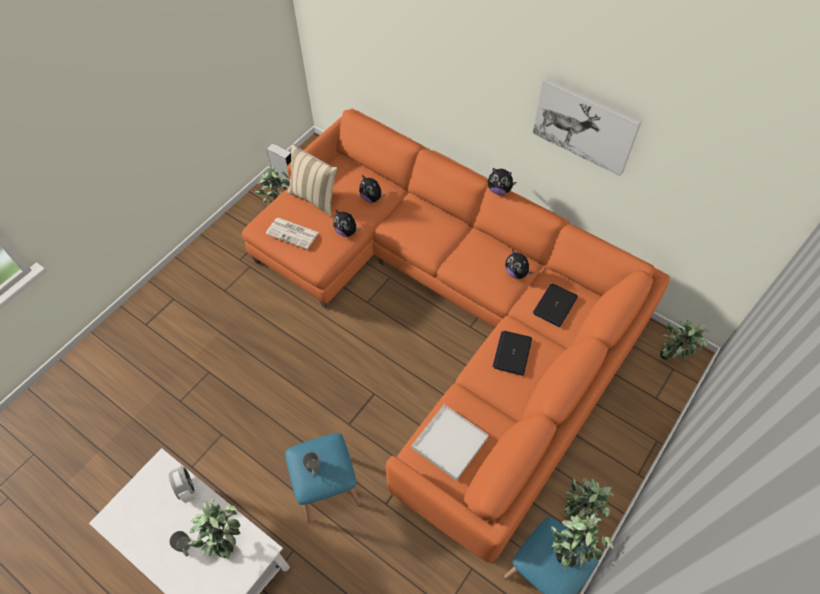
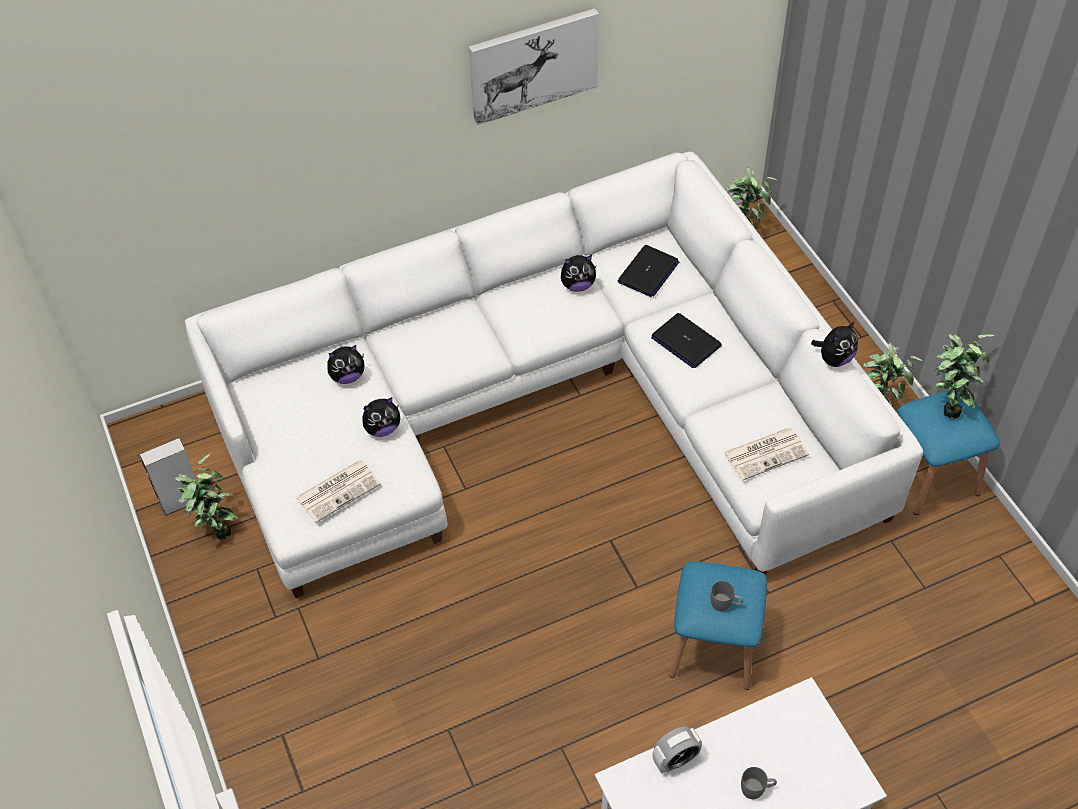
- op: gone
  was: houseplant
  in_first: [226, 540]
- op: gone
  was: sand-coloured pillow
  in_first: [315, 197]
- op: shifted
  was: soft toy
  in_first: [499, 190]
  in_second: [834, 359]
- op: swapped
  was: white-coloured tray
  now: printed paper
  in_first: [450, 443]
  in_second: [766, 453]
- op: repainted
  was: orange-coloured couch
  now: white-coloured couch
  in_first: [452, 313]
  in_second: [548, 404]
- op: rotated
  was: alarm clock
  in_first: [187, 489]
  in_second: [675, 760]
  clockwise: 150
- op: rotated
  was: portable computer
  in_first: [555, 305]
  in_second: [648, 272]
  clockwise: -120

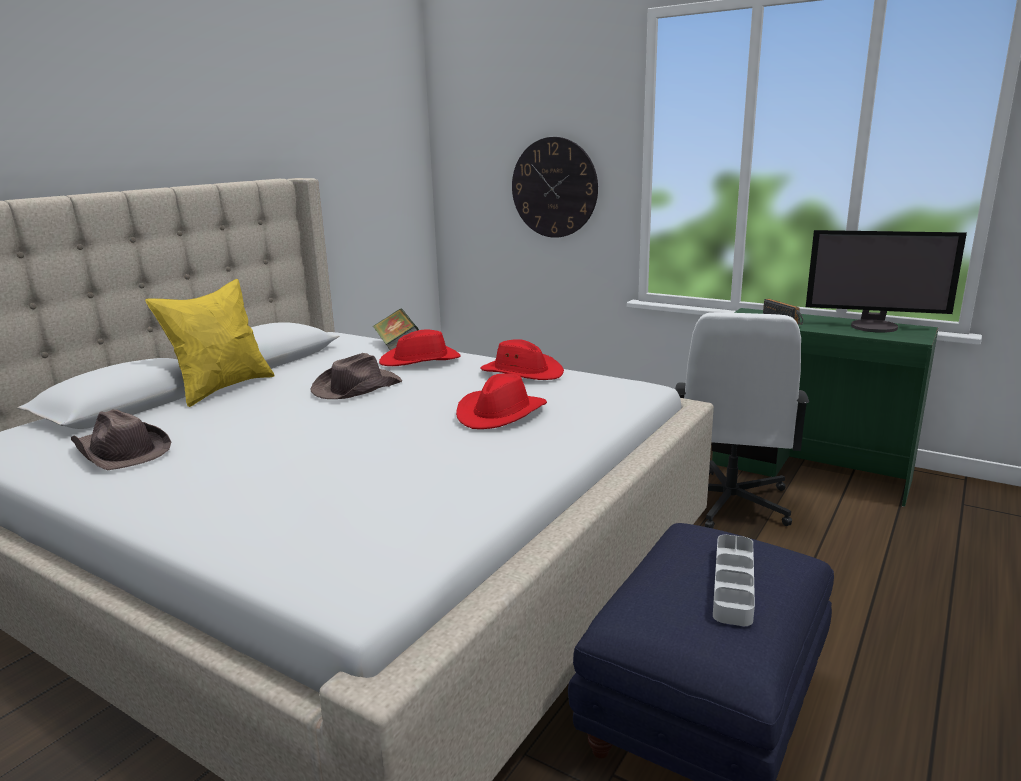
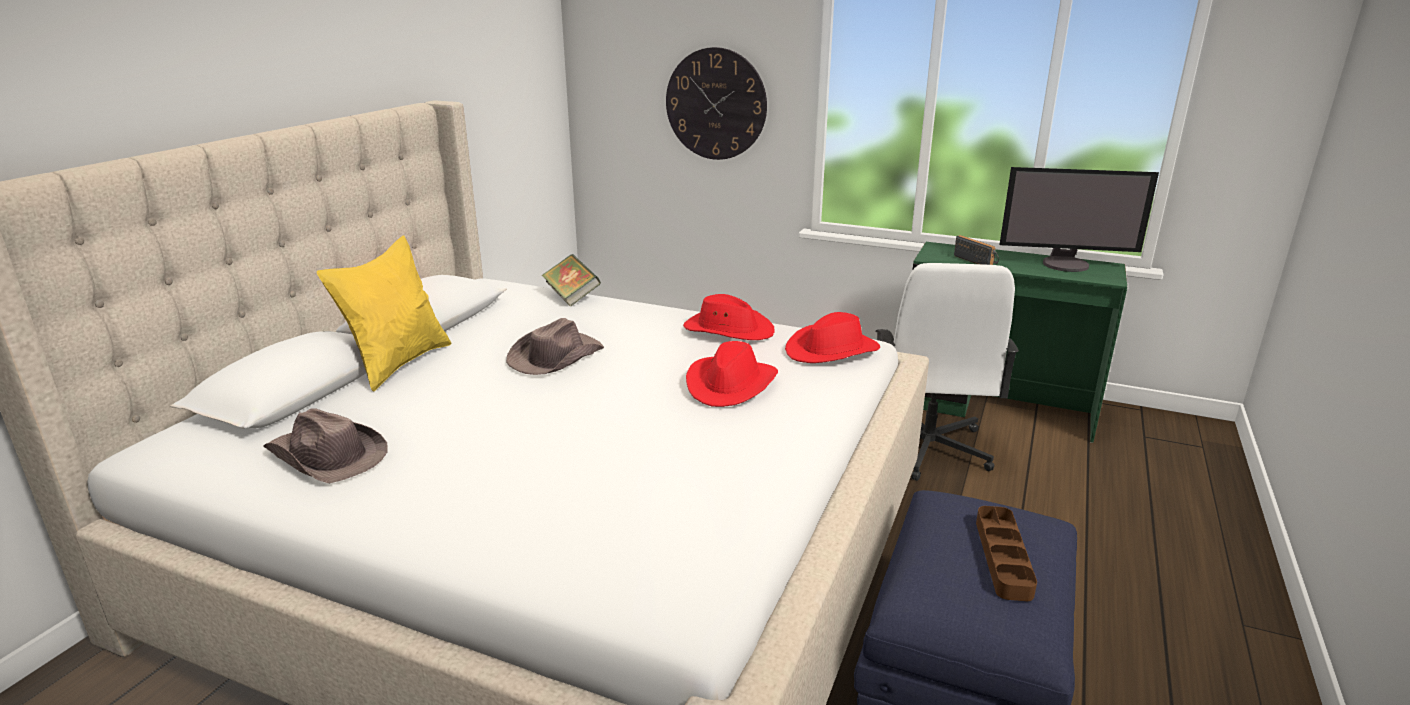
- op: shifted
  was: red wearable hat
  in_first: [421, 360]
  in_second: [832, 350]
- op: repainted
  was: gray tray
  now: brown tray
  in_first: [733, 584]
  in_second: [1003, 557]

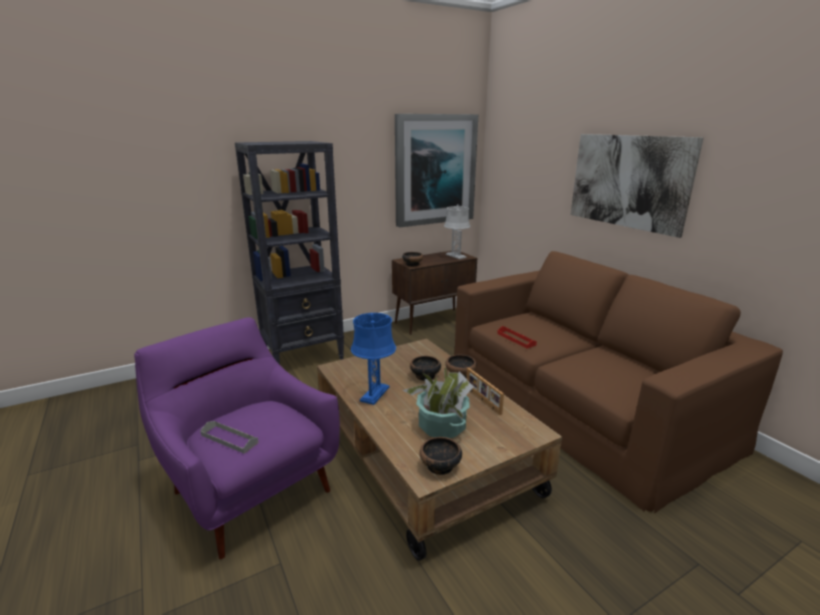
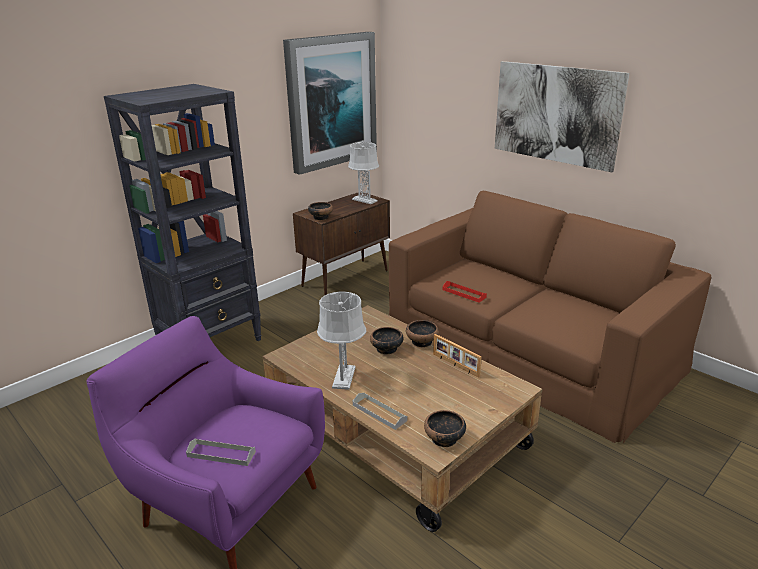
- op: gone
  was: houseplant
  in_first: [442, 426]
- op: new
  now: gray tray
  in_second: [379, 413]
- op: repainted
  was: blue table lamp
  now: gray table lamp
  in_first: [375, 393]
  in_second: [344, 377]

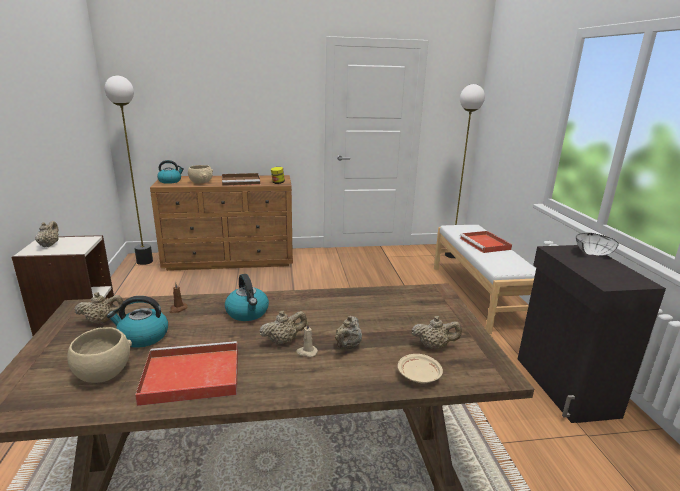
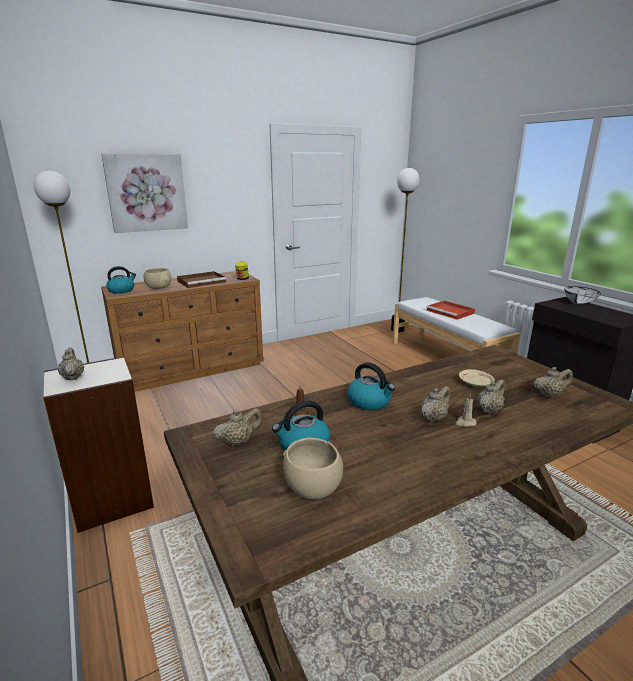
- op: gone
  was: red tray
  in_first: [189, 376]
- op: new
  now: wall art
  in_second: [146, 193]
- op: shifted
  was: sand-coloured flat dish
  in_first: [419, 375]
  in_second: [475, 383]
- op: rotated
  was: sand-coloured teapot
  in_first: [347, 346]
  in_second: [489, 410]
  clockwise: -135

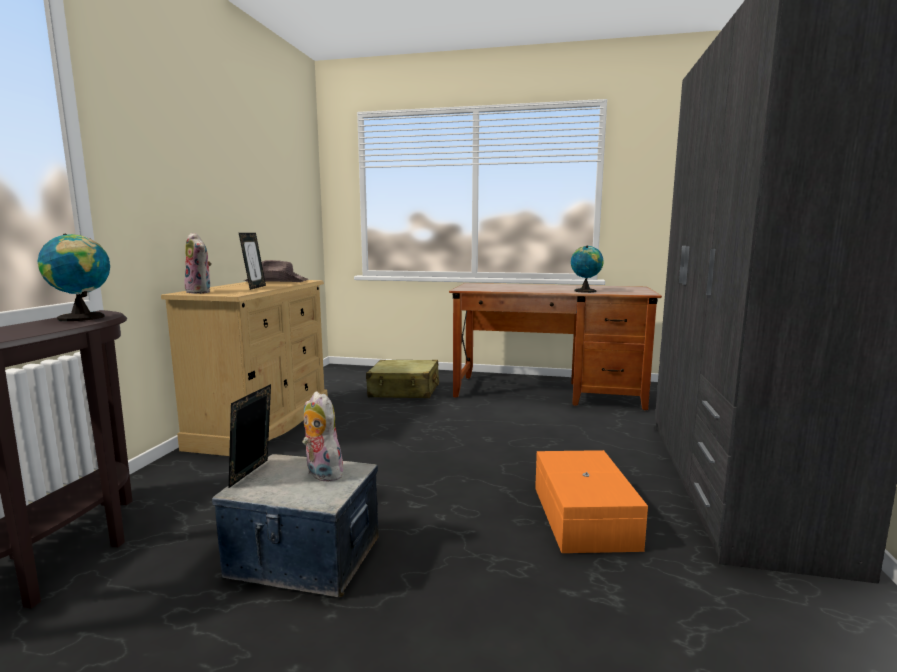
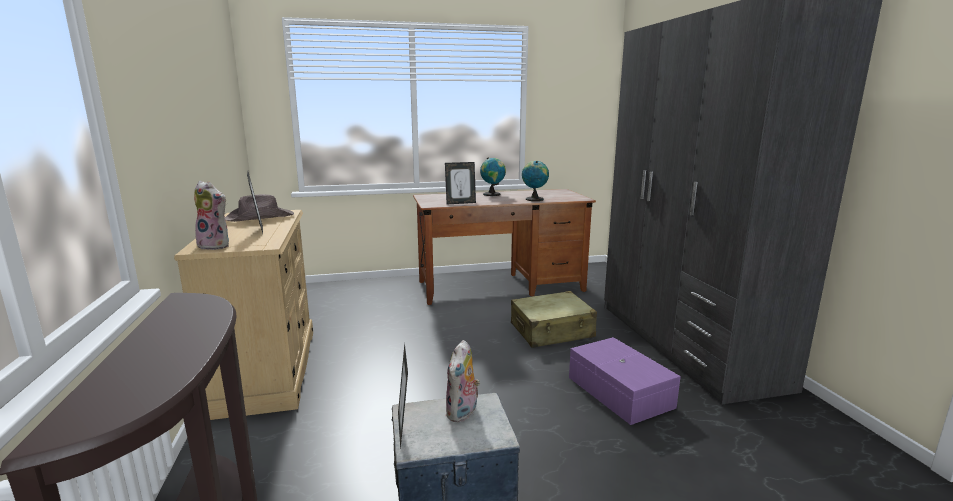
- op: new
  now: photo frame
  in_second: [460, 203]
- op: shifted
  was: desk globe
  in_first: [83, 318]
  in_second: [493, 194]
- op: shifted
  was: sand-coloured piece of luggage
  in_first: [404, 391]
  in_second: [552, 331]
- op: repainted
  was: orange-coloured storage container
  now: purplish storage container
  in_first: [582, 517]
  in_second: [619, 393]
- op: rotated
  was: soft toy
  in_first: [321, 473]
  in_second: [463, 413]
  clockwise: -90

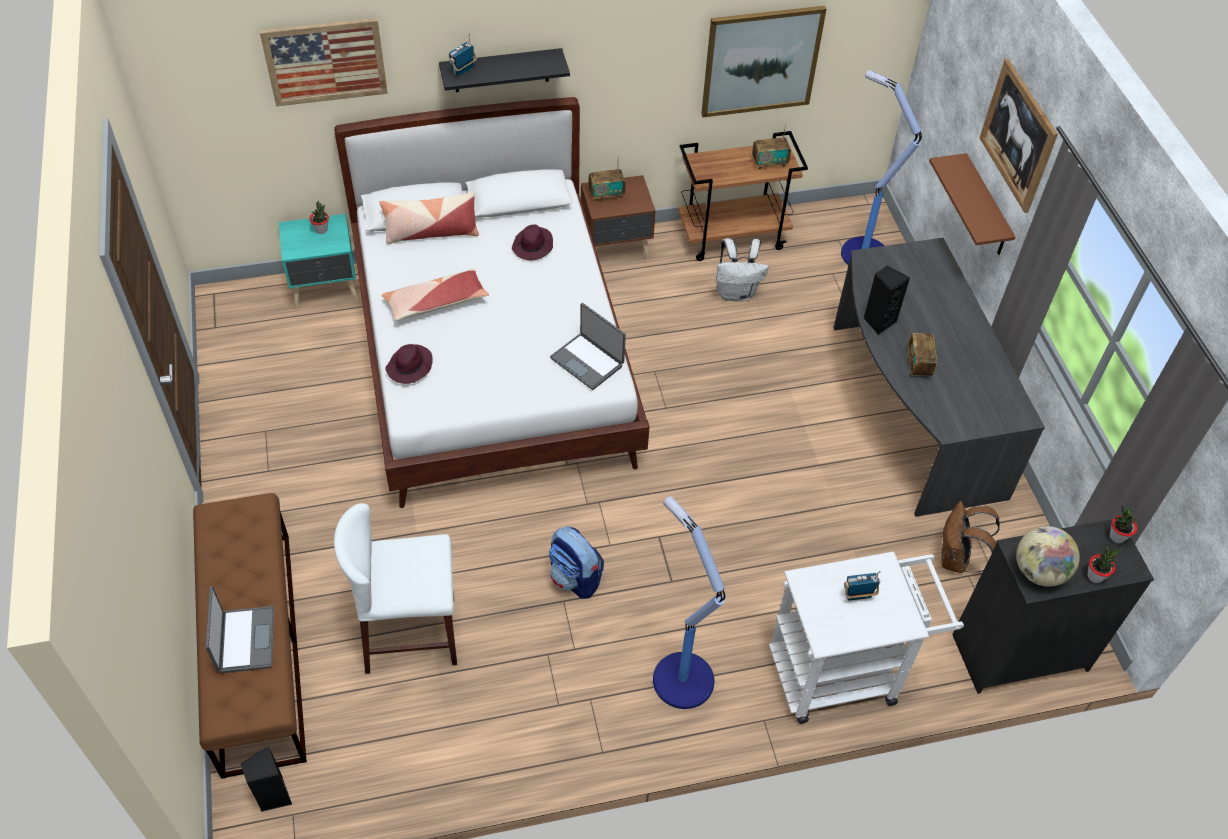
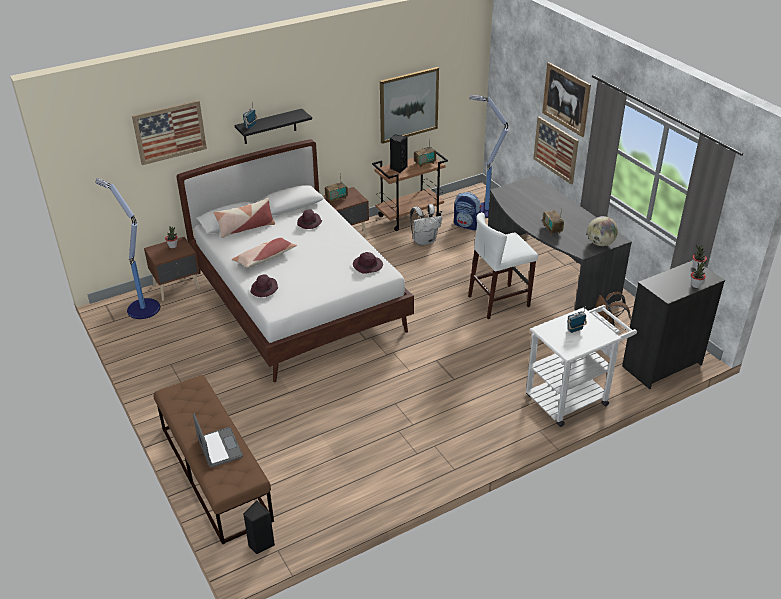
- op: shifted
  was: white-coloured sitting stool
  in_first: [411, 635]
  in_second: [499, 301]
- op: shifted
  was: backpack
  in_first: [575, 578]
  in_second: [467, 225]
- op: shifted
  was: standing lamp
  in_first: [681, 678]
  in_second: [142, 308]
- op: shifted
  was: blackish loudspeaker
  in_first: [878, 321]
  in_second: [398, 168]
- op: shifted
  was: desk globe
  in_first: [1038, 572]
  in_second: [600, 243]
- op: swapped
  was: portable computer
  now: purplish wearable hat
  in_first: [588, 361]
  in_second: [368, 266]
- op: swapped
  was: brown shelf
  now: wall art
  in_first: [985, 207]
  in_second: [556, 149]
- op: repainted
  was: turquoise-coloured night table
  now: brown night table
  in_first: [326, 288]
  in_second: [177, 288]

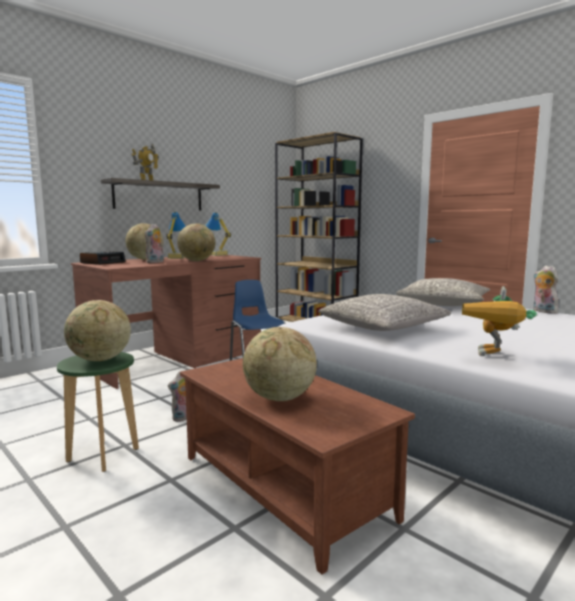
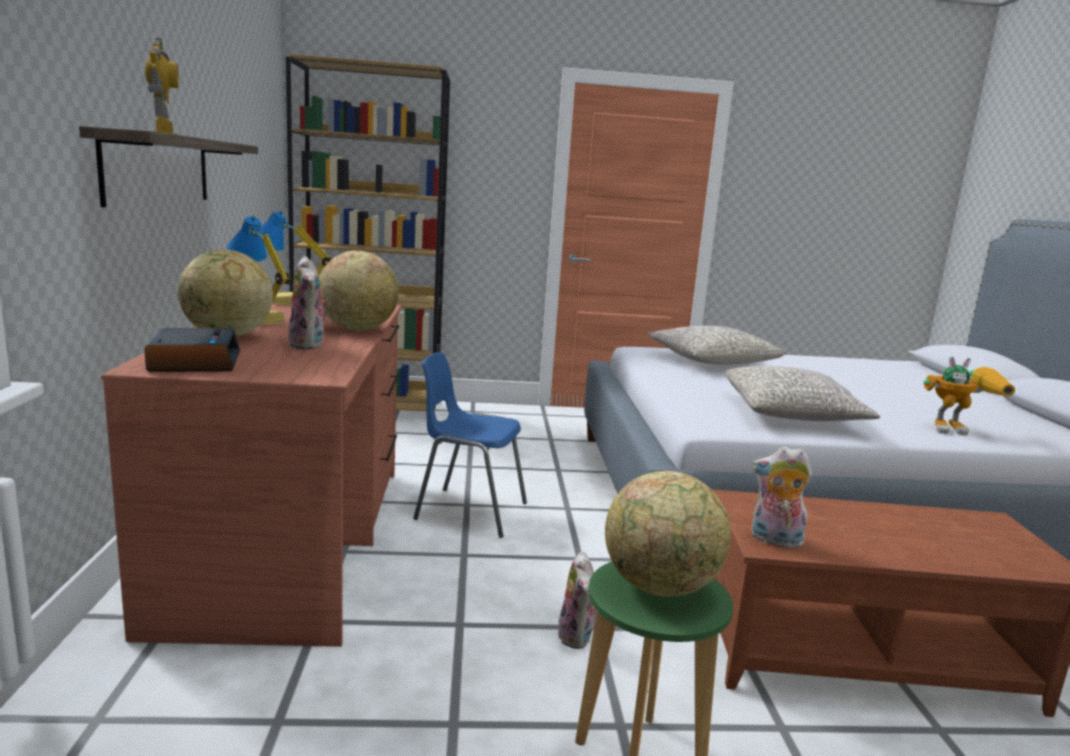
- op: gone
  was: desk globe
  in_first: [279, 398]
- op: shifted
  was: soft toy
  in_first: [543, 311]
  in_second: [774, 541]
- op: rotated
  was: robot figure
  in_first: [495, 357]
  in_second: [958, 430]
  clockwise: -60

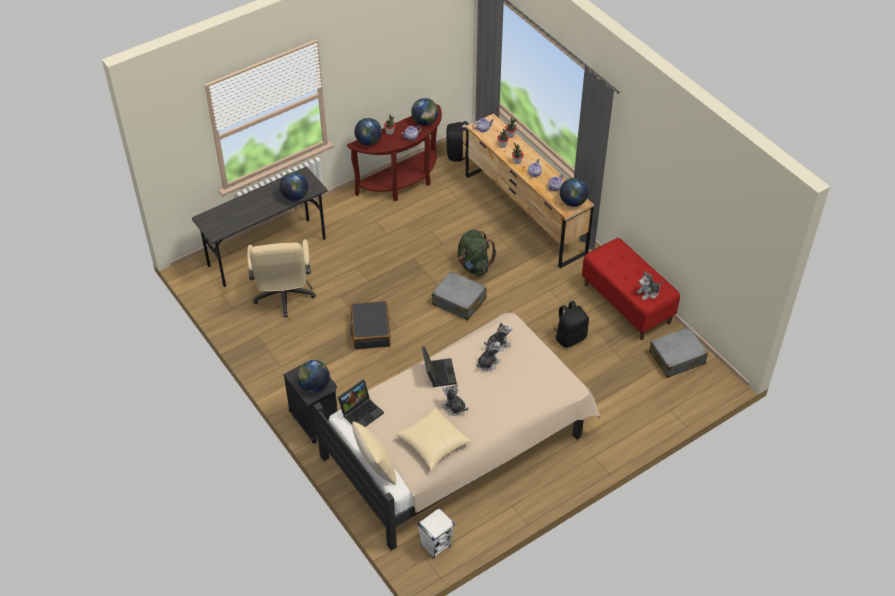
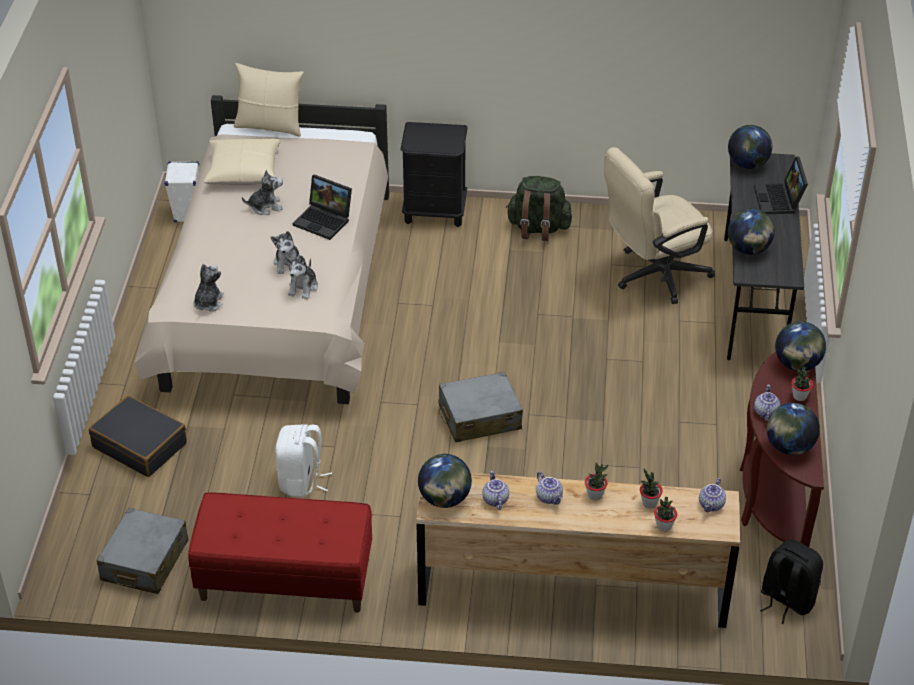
- op: shifted
  was: desk globe
  in_first: [314, 386]
  in_second: [748, 164]
- op: shifted
  was: portable computer
  in_first: [361, 412]
  in_second: [779, 200]
- op: shifted
  was: blackish piece of luggage
  in_first: [370, 330]
  in_second: [140, 445]
- op: shifted
  was: greenish backpack
  in_first: [474, 265]
  in_second: [538, 228]
- op: shifted
  was: soft toy
  in_first: [648, 293]
  in_second: [208, 302]
- op: repainted
  was: blackish backpack
  now: white-coloured backpack
  in_first: [570, 337]
  in_second: [301, 481]
- op: rotated
  was: sand-coloured computer chair
  in_first: [284, 298]
  in_second: [653, 276]
  clockwise: -60

